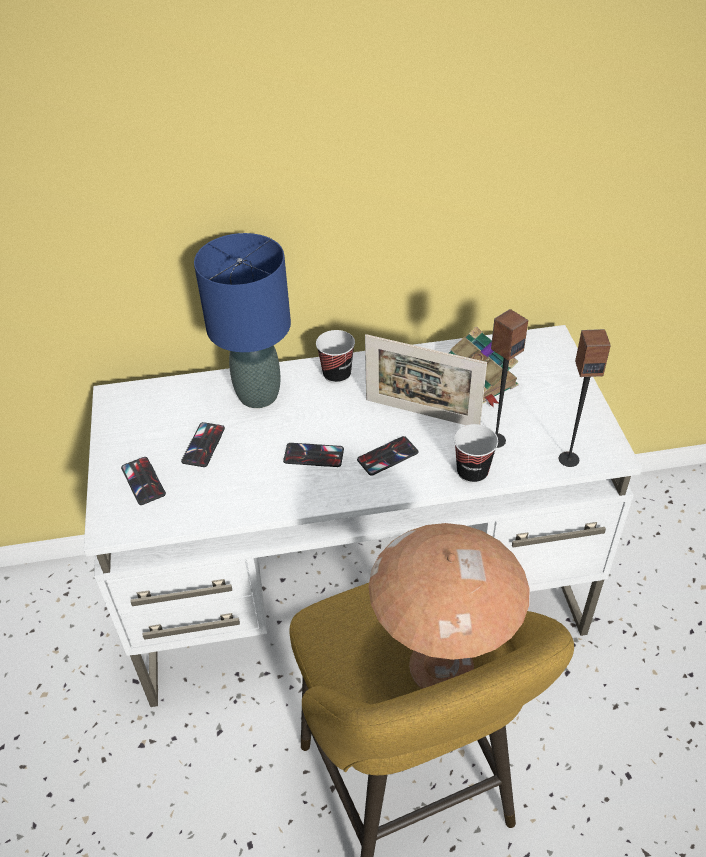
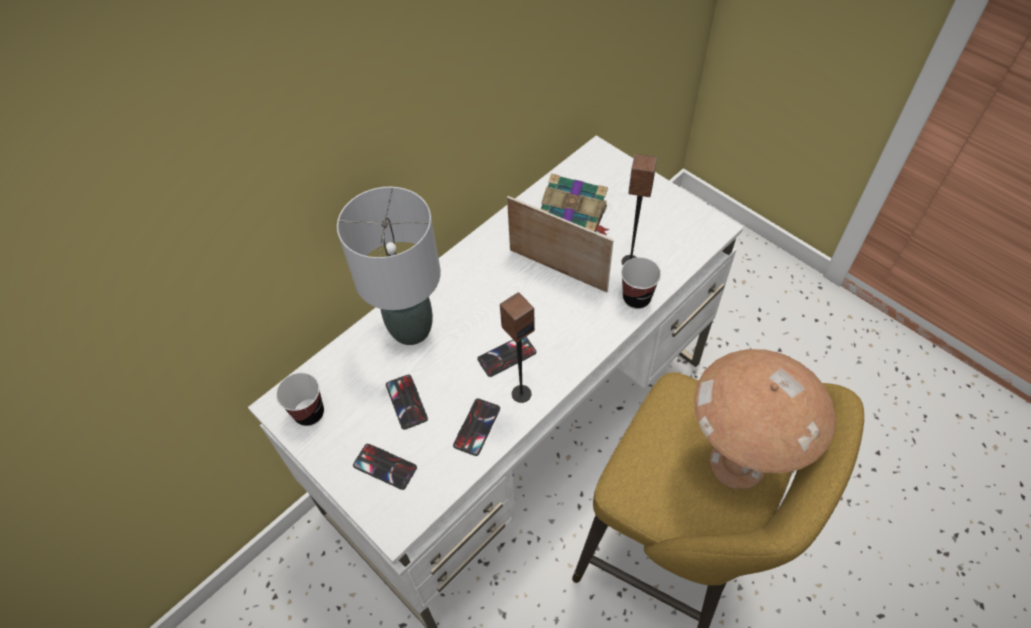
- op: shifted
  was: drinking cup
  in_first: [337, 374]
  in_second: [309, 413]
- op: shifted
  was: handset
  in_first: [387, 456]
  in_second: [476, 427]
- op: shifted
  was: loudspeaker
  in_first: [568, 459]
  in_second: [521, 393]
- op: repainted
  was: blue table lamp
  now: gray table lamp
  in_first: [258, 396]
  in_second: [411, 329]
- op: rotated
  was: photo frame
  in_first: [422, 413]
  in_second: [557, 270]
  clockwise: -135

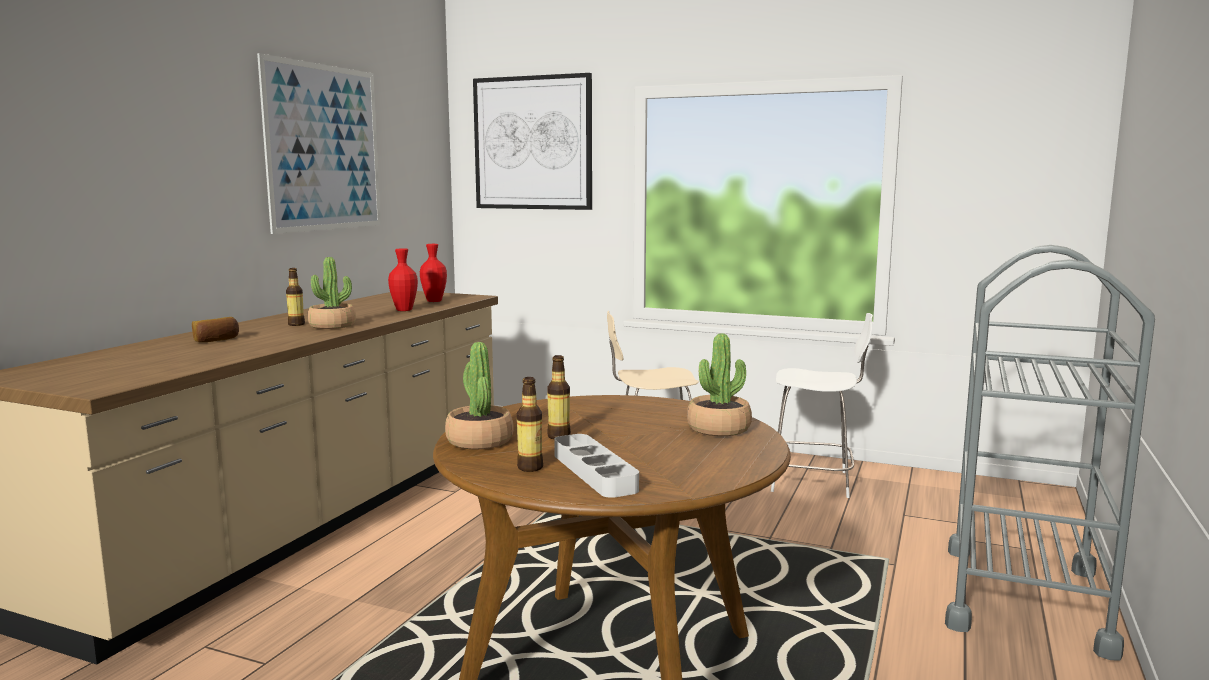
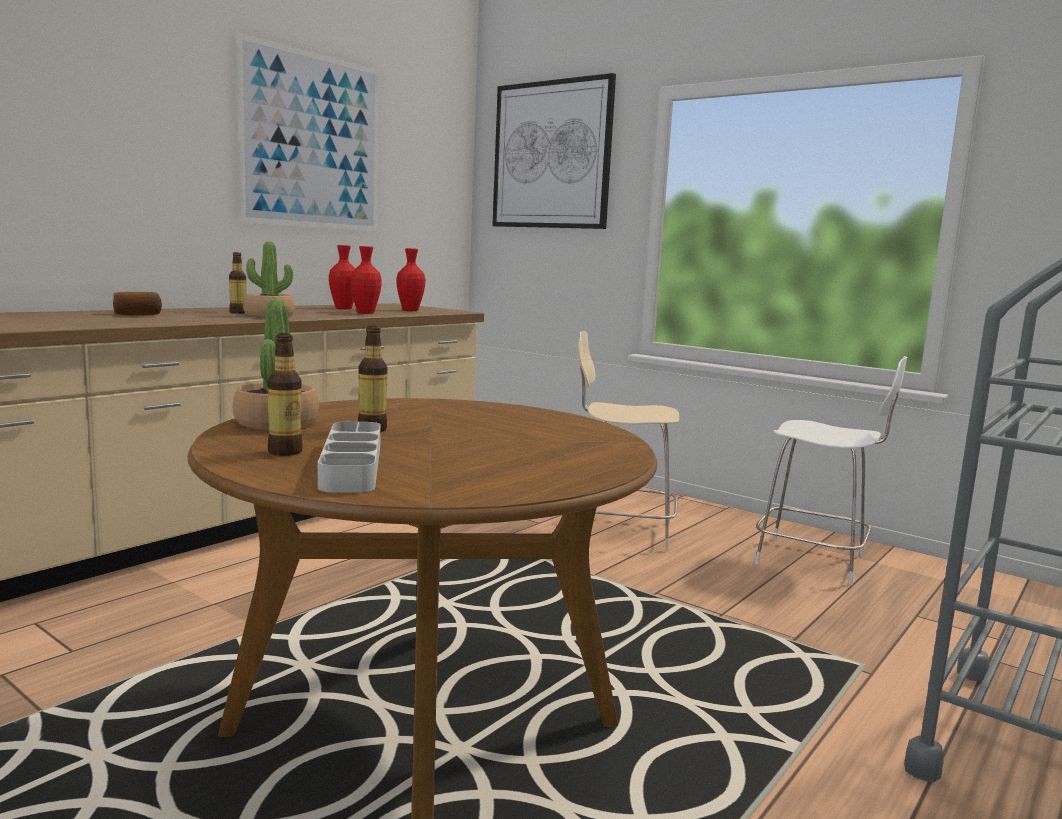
- op: gone
  was: houseplant
  in_first: [718, 428]
- op: new
  now: red decorative vase
  in_second: [343, 308]

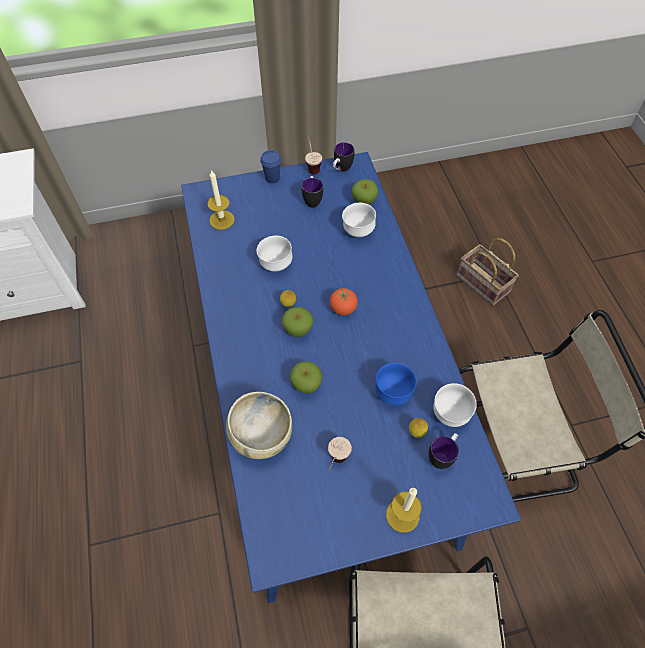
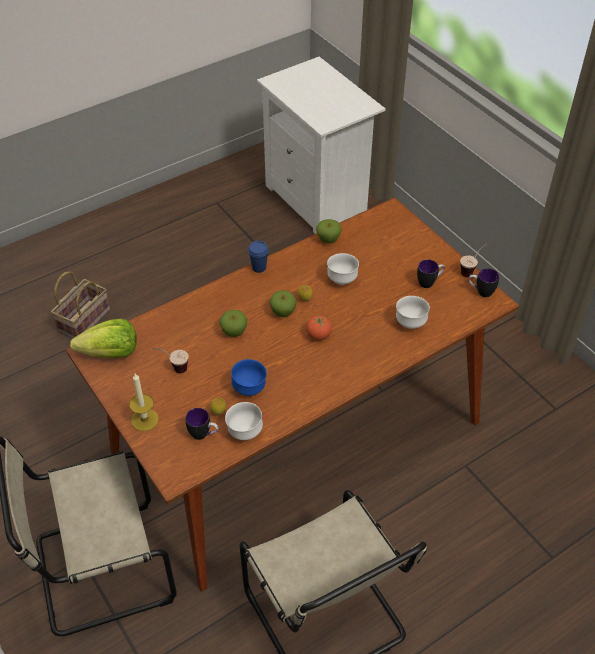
- op: gone
  was: candle
  in_first: [222, 220]
- op: gone
  was: sand-coloured bowl
  in_first: [261, 436]
- op: new
  now: lettuce
  in_second: [110, 353]
- op: shifted
  was: blue drinking cup
  in_first: [272, 178]
  in_second: [259, 267]
- op: shifted
  was: whole apple
  in_first: [364, 202]
  in_second: [328, 240]
- op: shifted
  was: household basket
  in_first: [481, 283]
  in_second: [84, 319]
- op: repainted
  was: blue dining table
  now: brown dining table
  in_first: [321, 409]
  in_second: [297, 436]

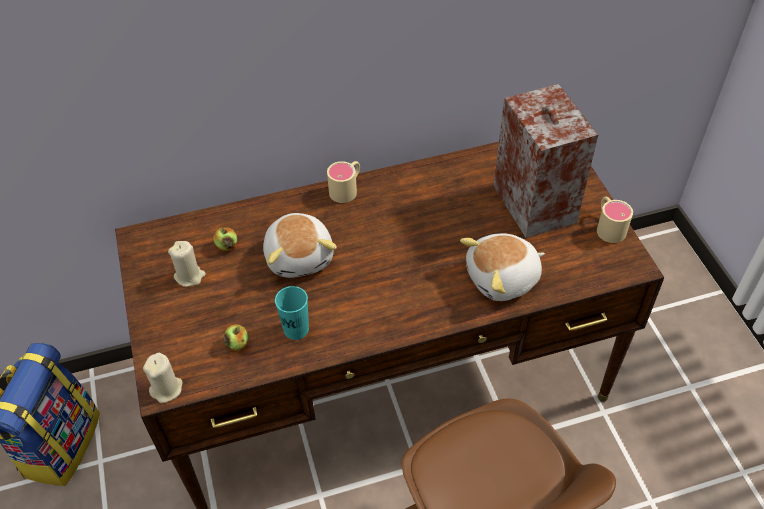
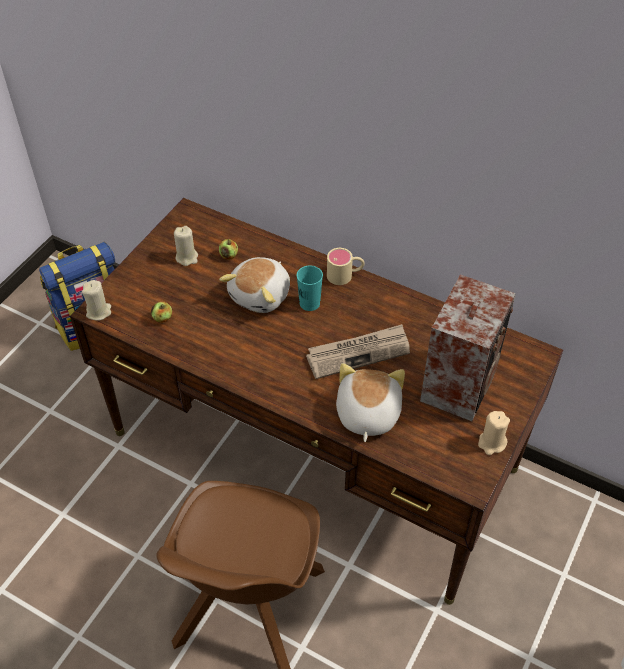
- op: new
  now: printed paper
  in_second: [358, 353]
- op: shifted
  was: turquoise-coloured drinking cup
  in_first: [296, 329]
  in_second: [309, 303]
- op: swapped
  was: sand-coloured mug
  now: sand-coloured candle
  in_first: [608, 226]
  in_second: [491, 443]
- op: rotated
  was: soft toy
  in_first: [503, 279]
  in_second: [366, 414]
  clockwise: 75

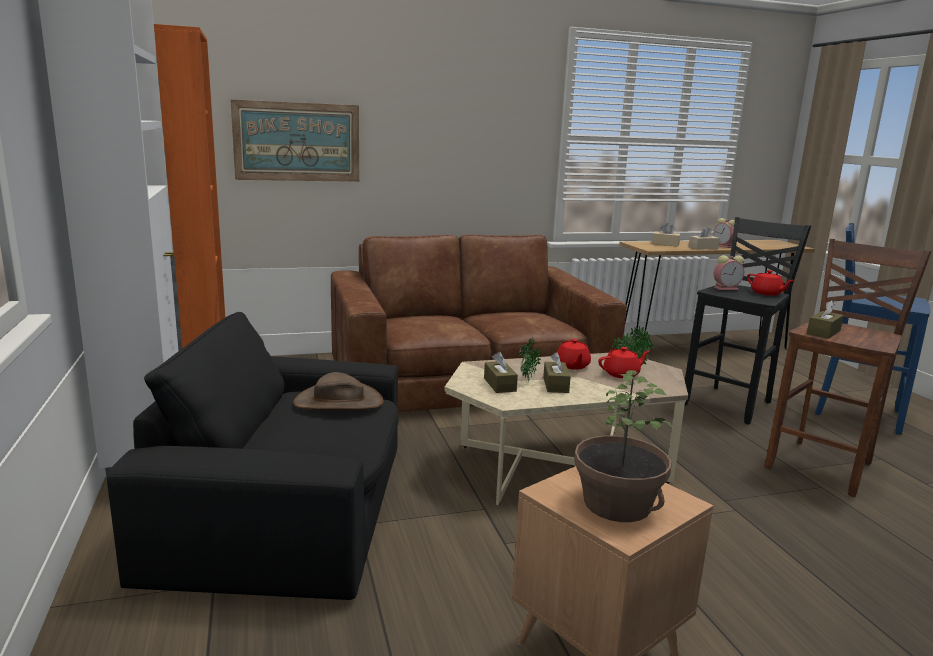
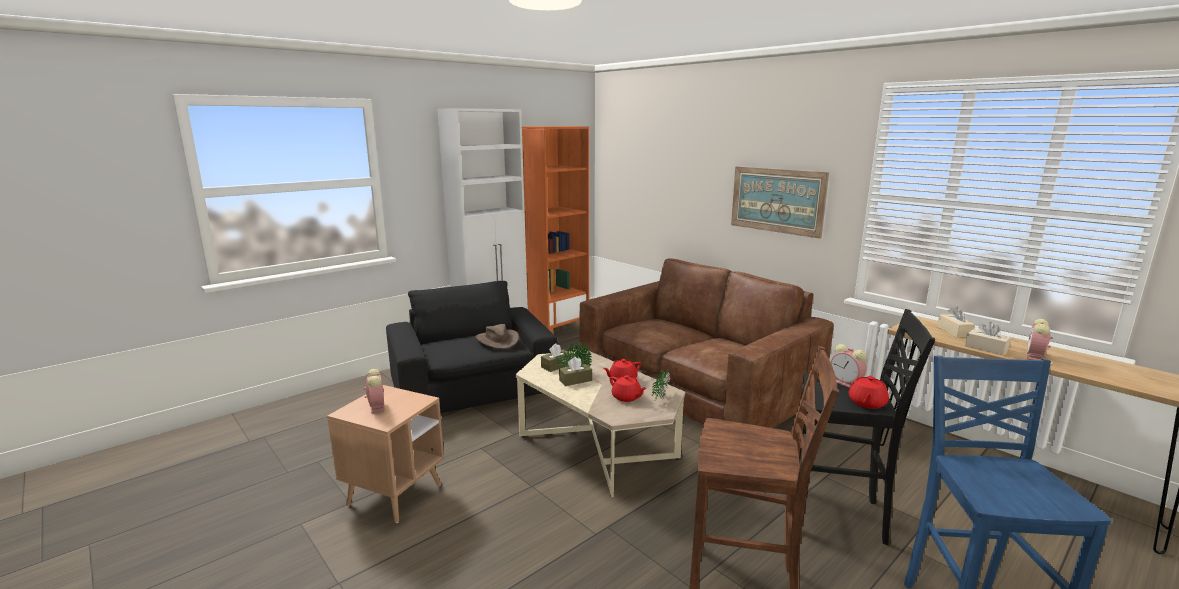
- op: gone
  was: brown box of tissues
  in_first: [823, 332]
- op: shifted
  was: wall art
  in_first: [297, 142]
  in_second: [777, 200]
- op: swapped
  was: houseplant
  now: alarm clock
  in_first: [616, 504]
  in_second: [376, 407]

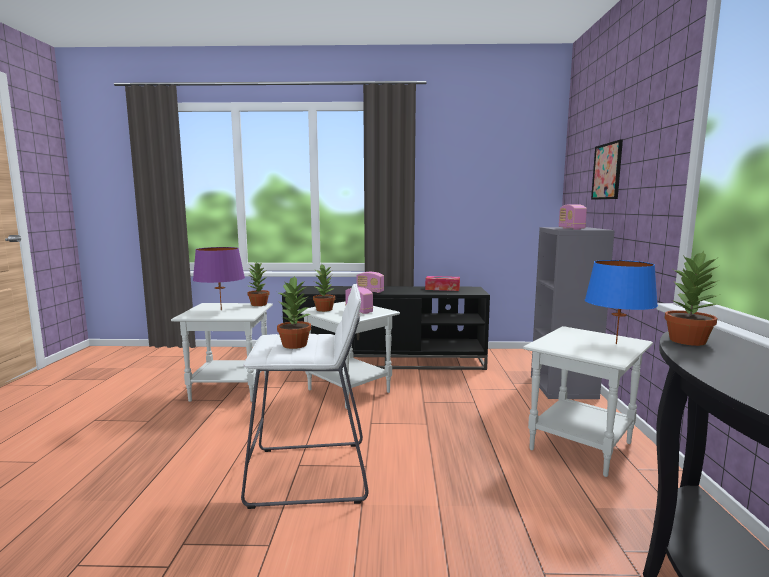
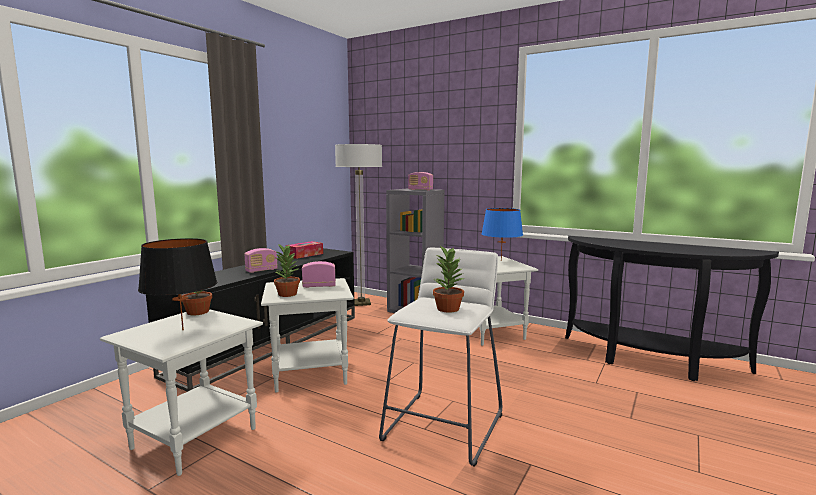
- op: gone
  was: wall art
  in_first: [607, 171]
- op: gone
  was: houseplant
  in_first: [688, 341]
- op: new
  now: standing lamp
  in_second: [361, 303]
- op: repainted
  was: purplish table lamp
  now: blackish table lamp
  in_first: [221, 310]
  in_second: [182, 330]

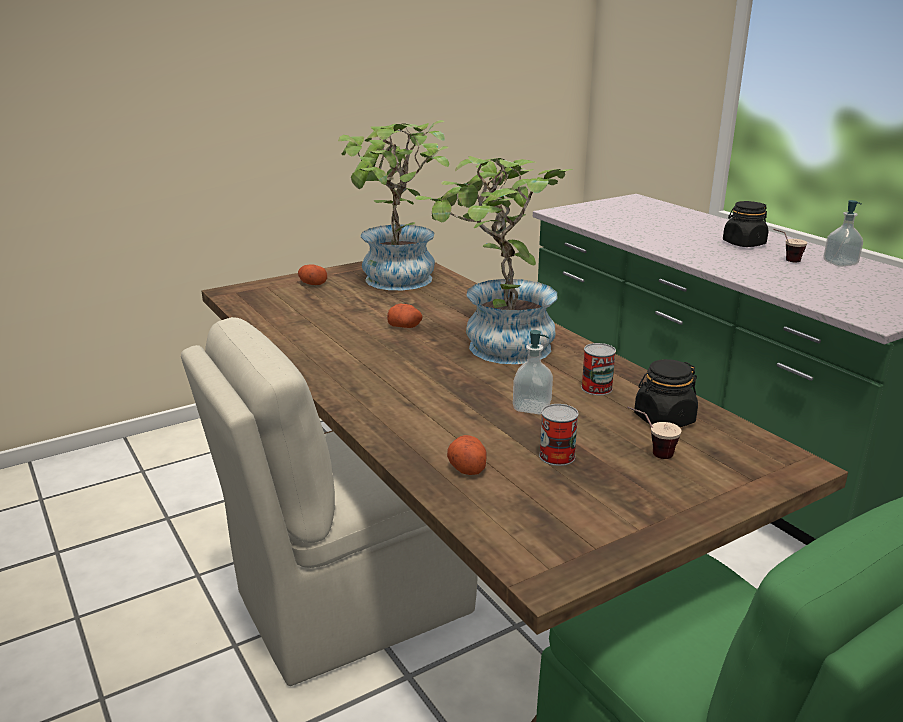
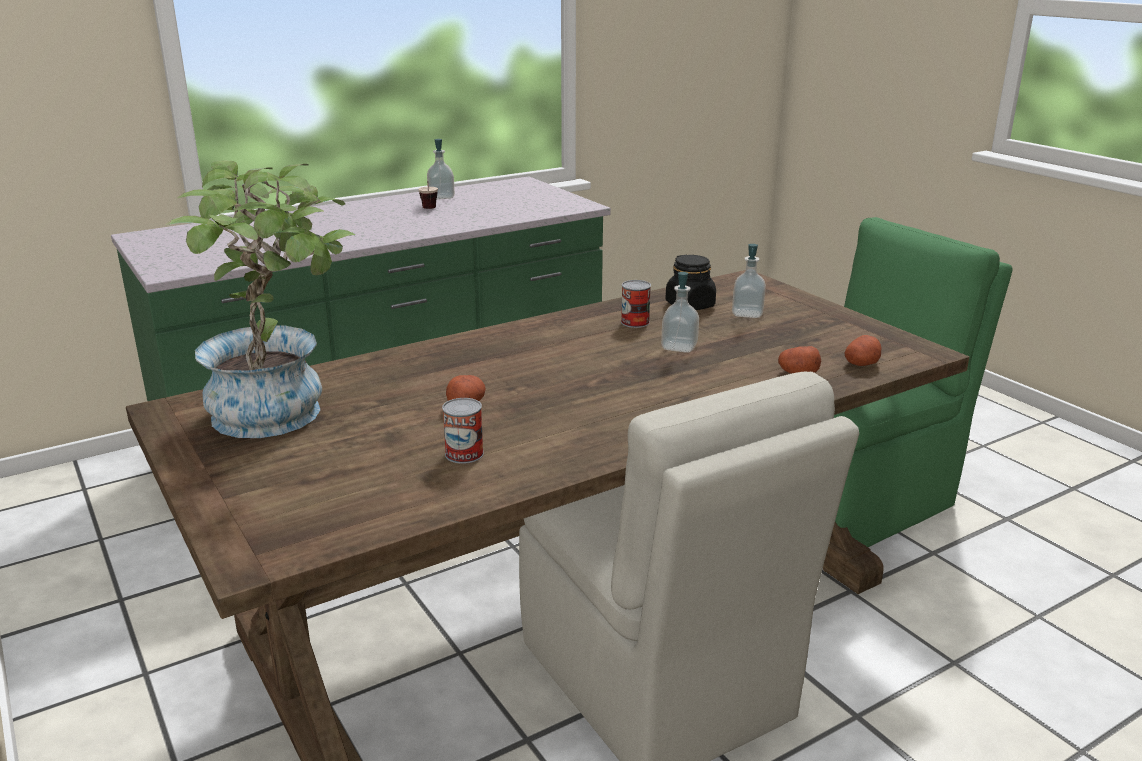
- op: gone
  was: houseplant
  in_first: [496, 348]
- op: gone
  was: blackish storage jar
  in_first: [743, 243]
- op: shifted
  was: spud
  in_first: [312, 283]
  in_second: [861, 364]
- op: shifted
  was: can
  in_first: [557, 456]
  in_second: [464, 454]
- op: swapped
  was: drinking cup
  now: liquid soap bottle
  in_first: [650, 453]
  in_second: [747, 313]

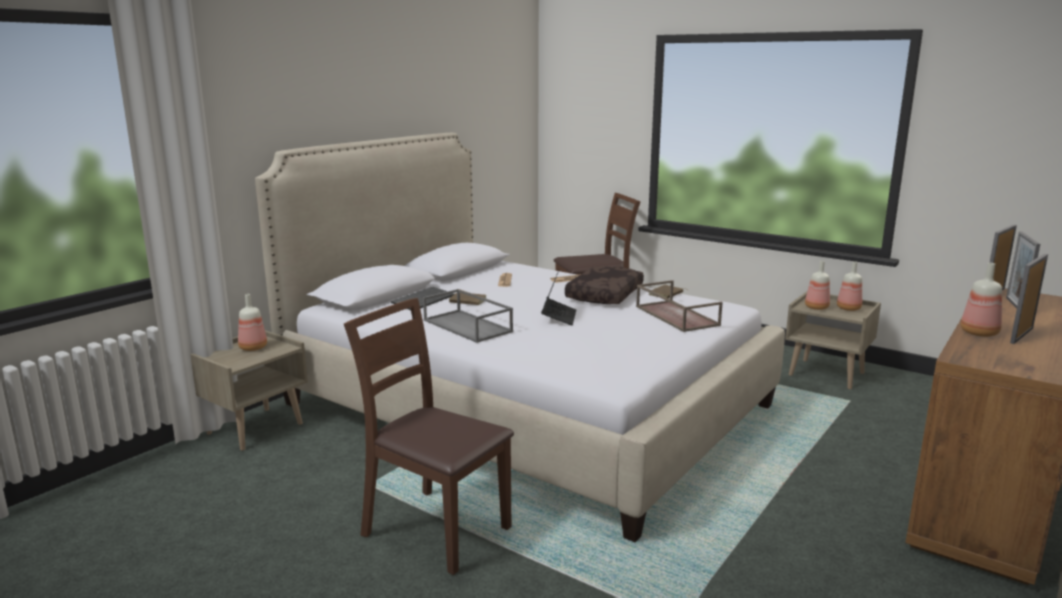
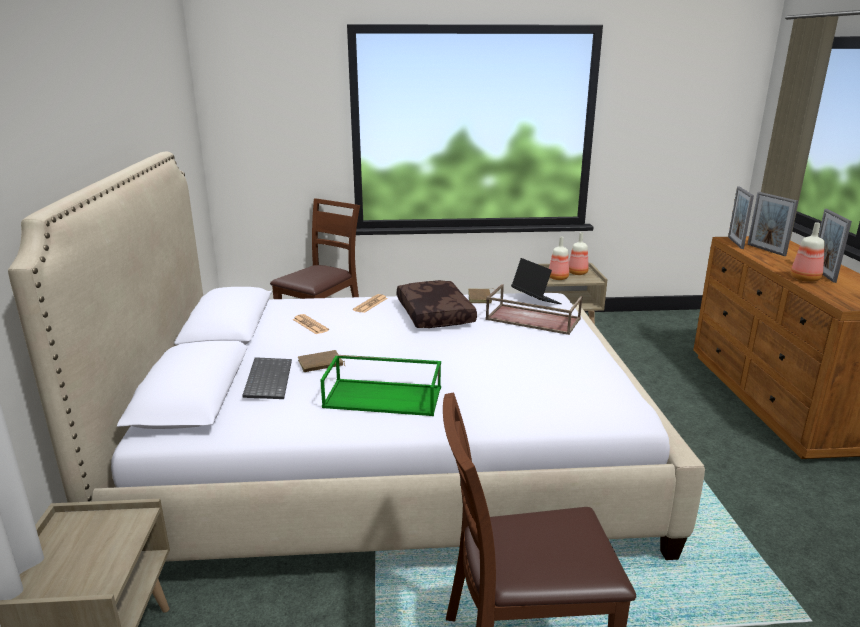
- op: gone
  was: bottle
  in_first: [253, 348]
- op: shifted
  was: portable computer
  in_first: [559, 317]
  in_second: [535, 300]
- op: repainted
  was: gray tray
  now: greenish tray
  in_first: [469, 326]
  in_second: [384, 397]

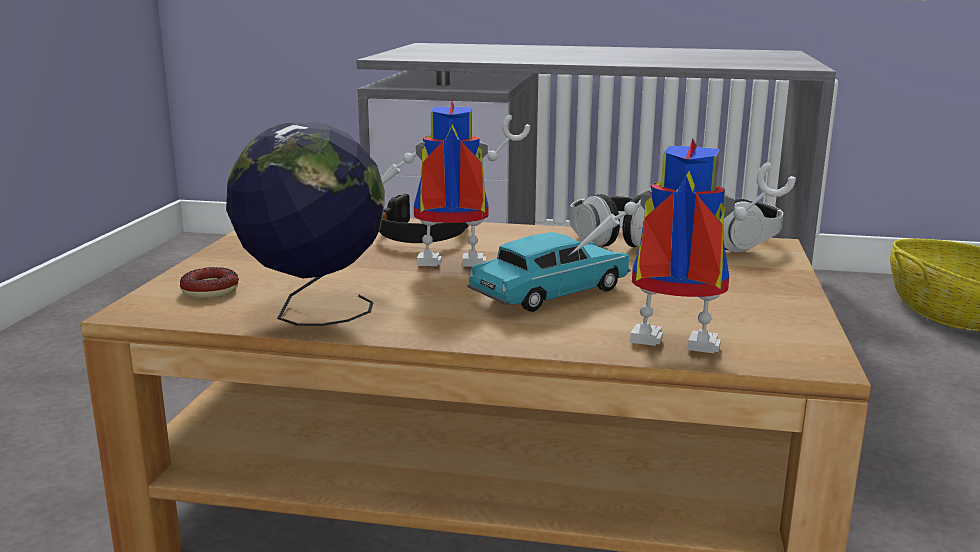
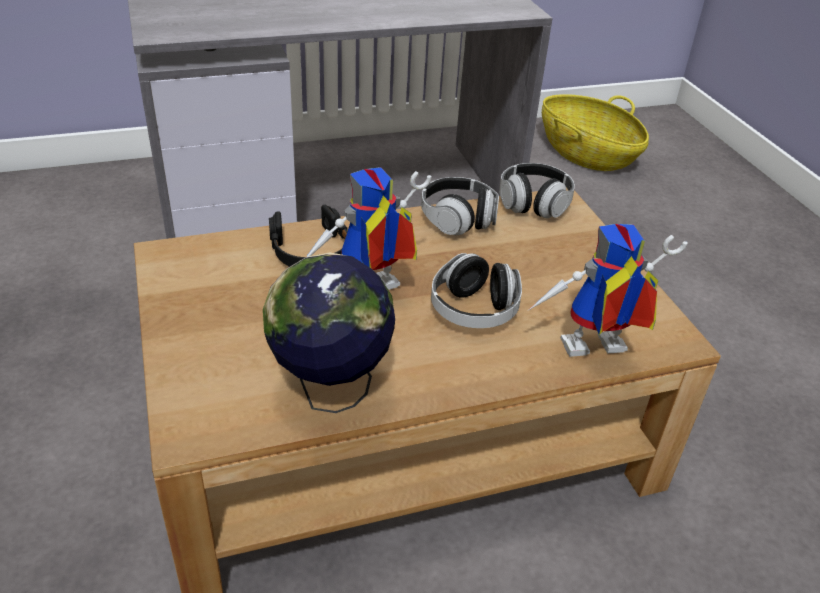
- op: gone
  was: ring doughnut
  in_first: [210, 290]
- op: swapped
  was: turquoise-coloured toy car
  now: headset
  in_first: [550, 294]
  in_second: [473, 311]

